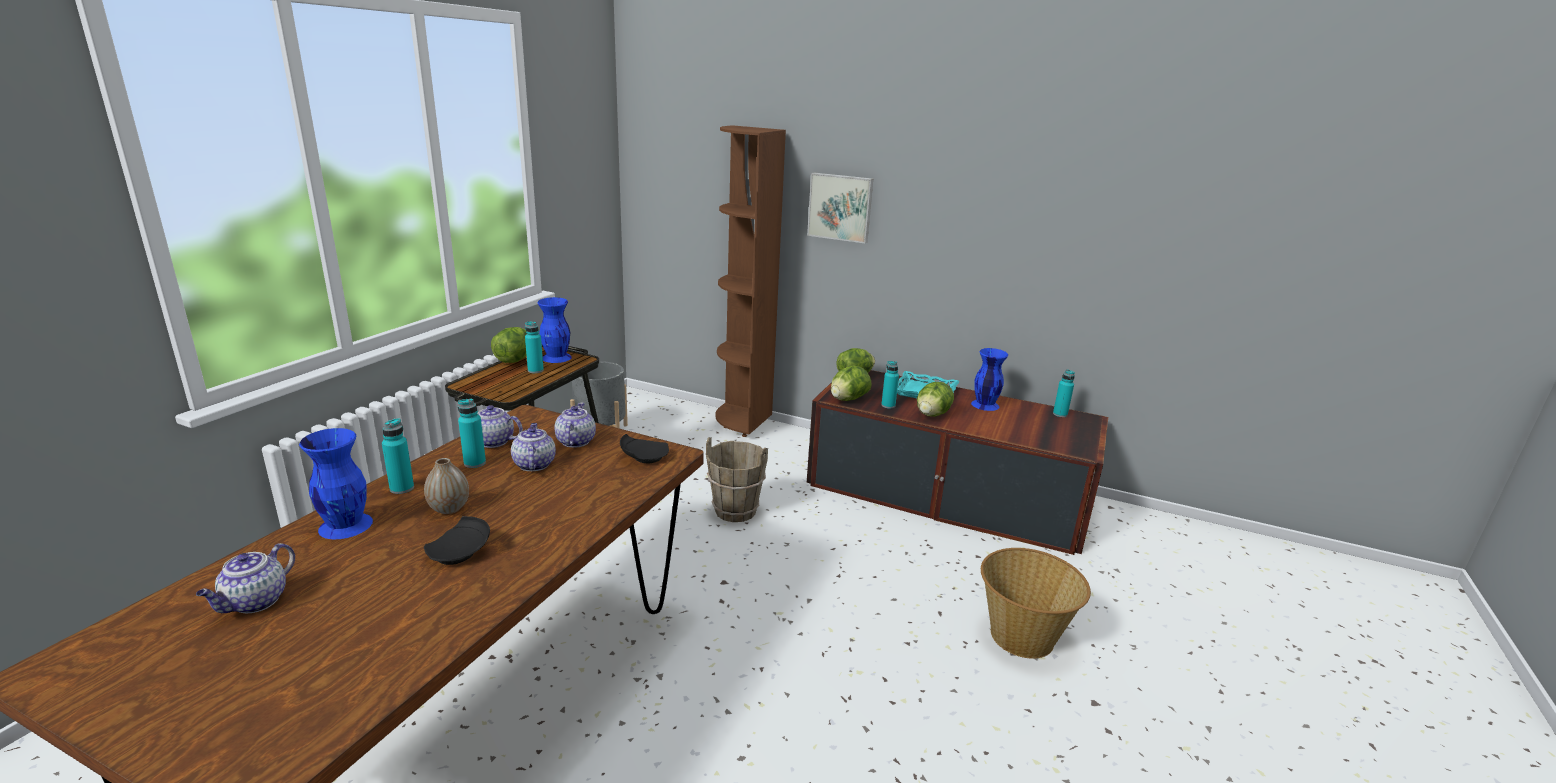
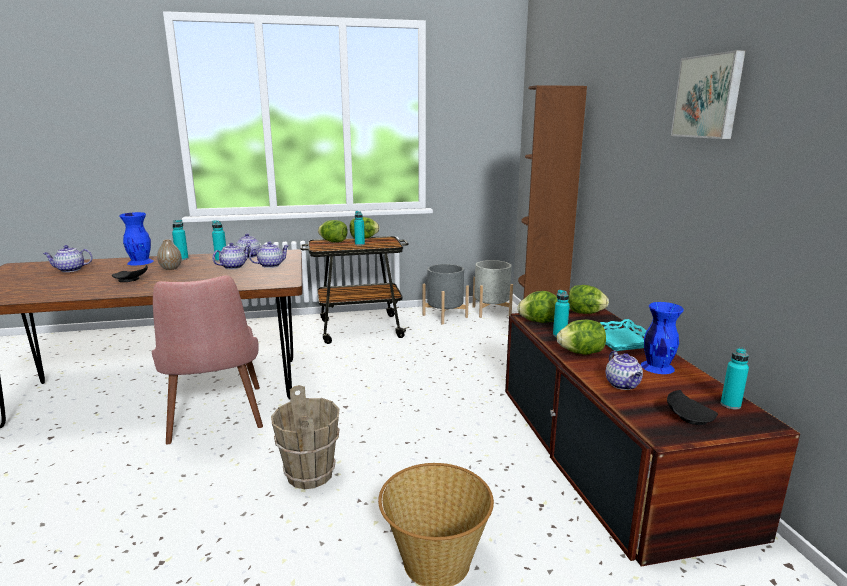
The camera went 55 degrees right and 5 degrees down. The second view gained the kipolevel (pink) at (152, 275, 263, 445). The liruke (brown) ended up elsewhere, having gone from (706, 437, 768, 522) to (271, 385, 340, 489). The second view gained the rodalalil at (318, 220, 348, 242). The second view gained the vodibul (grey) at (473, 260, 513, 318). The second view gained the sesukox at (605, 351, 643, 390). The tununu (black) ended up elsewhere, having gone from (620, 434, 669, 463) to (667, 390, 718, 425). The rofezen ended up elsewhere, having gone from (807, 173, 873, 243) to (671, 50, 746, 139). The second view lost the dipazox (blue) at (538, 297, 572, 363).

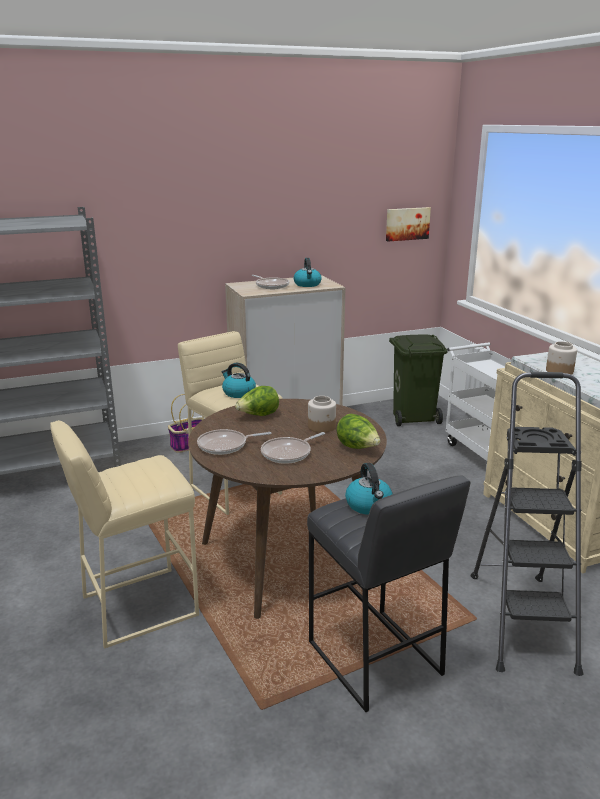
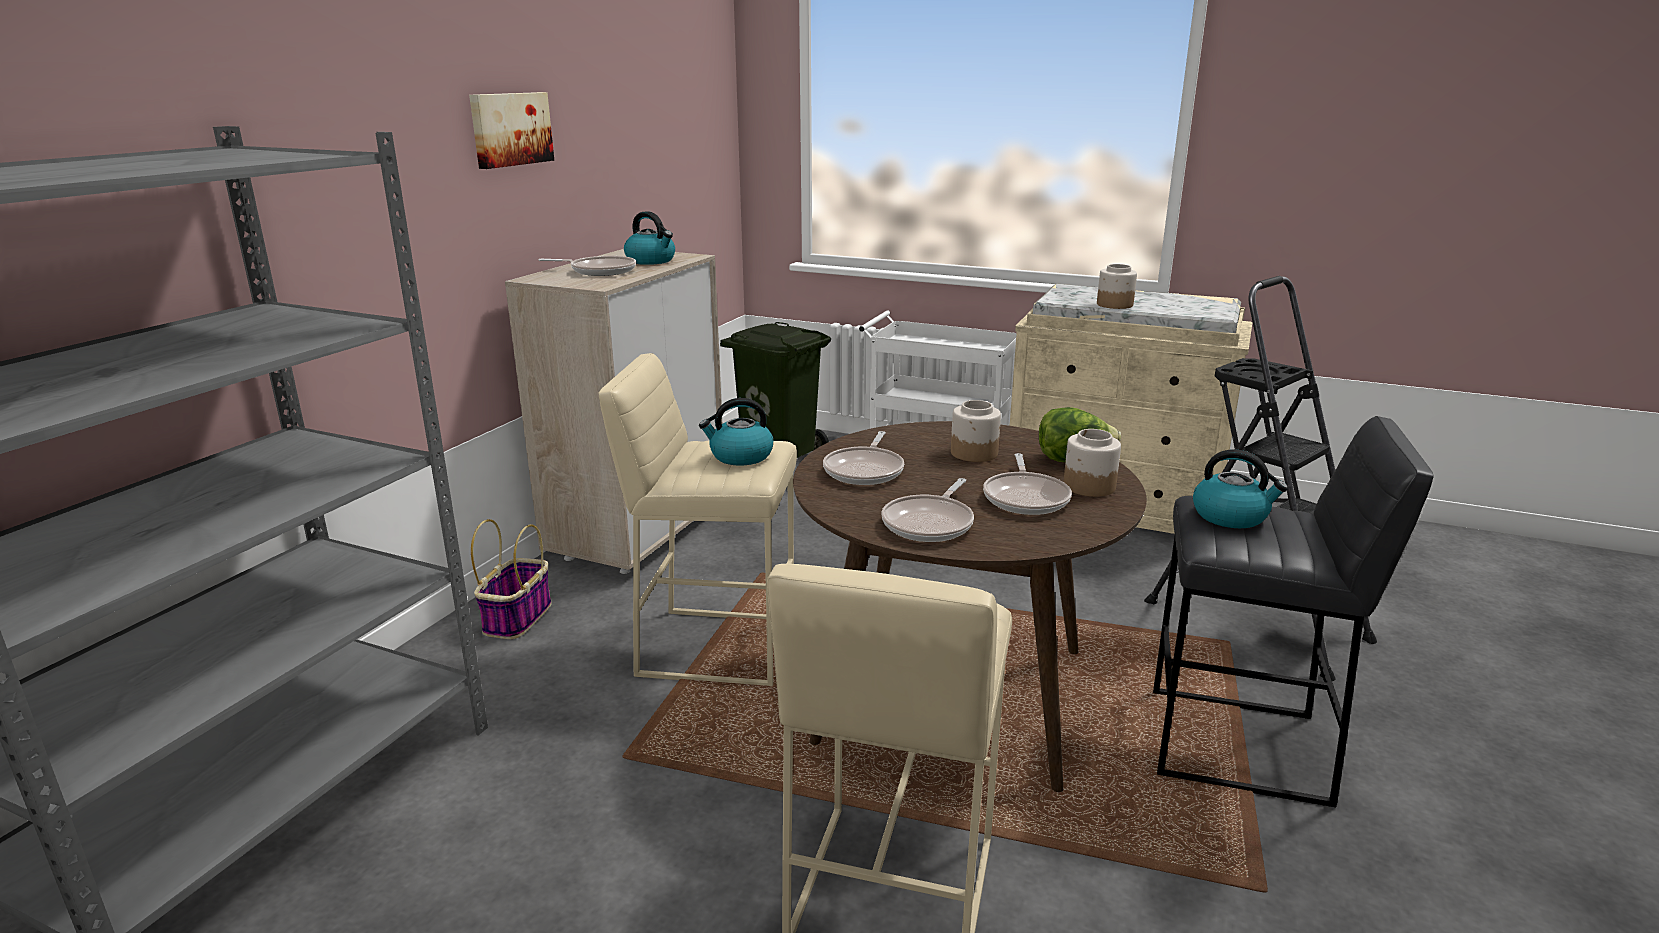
The camera went 45 degrees left and 0 degrees up. The rofezen ended up elsewhere, having gone from (386, 207, 431, 242) to (469, 92, 554, 169). Where the rodalalil stood at (235, 386, 279, 416), the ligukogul came to stand at (823, 431, 904, 485). The second view gained the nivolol at (1064, 429, 1121, 497).

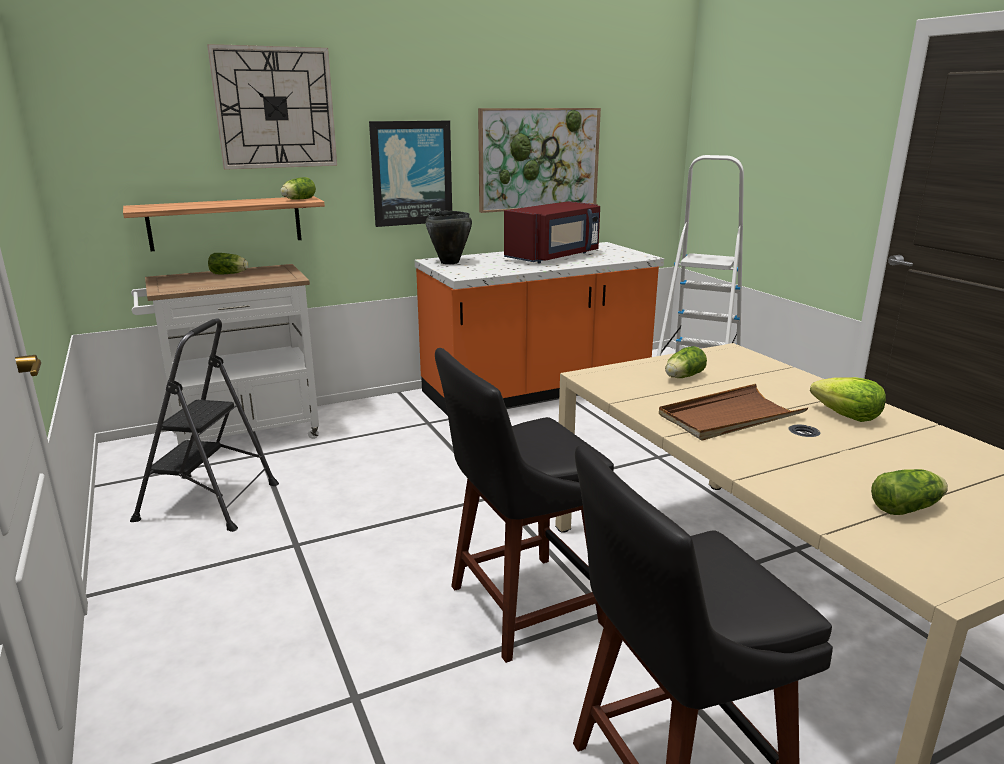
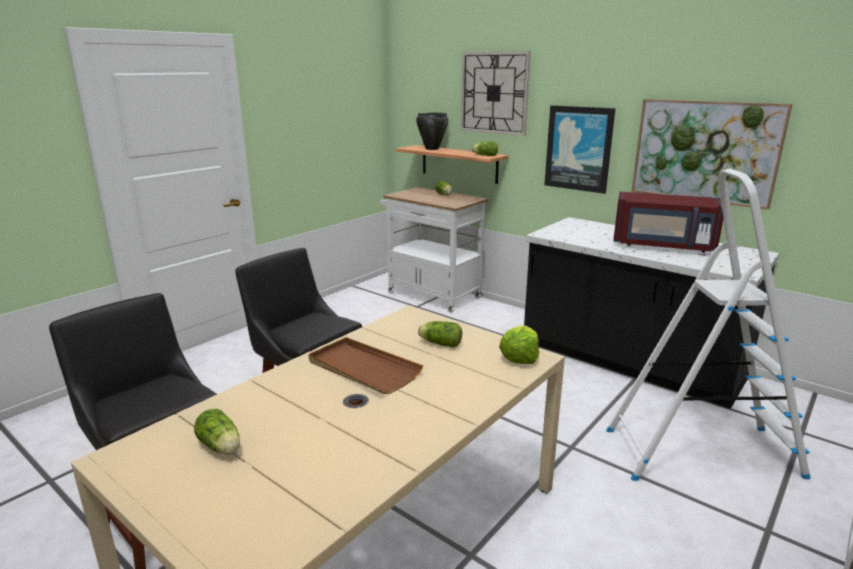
The camera went 65 degrees right and 0 degrees up. The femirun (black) ended up elsewhere, having gone from (426, 211, 472, 264) to (416, 112, 448, 150). The rodalalil ended up elsewhere, having gone from (810, 377, 886, 422) to (499, 325, 540, 364). What was the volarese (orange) at (415, 242, 664, 416) turned into the volarese (black) at (524, 217, 780, 409). The second view lost the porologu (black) at (130, 318, 279, 532).

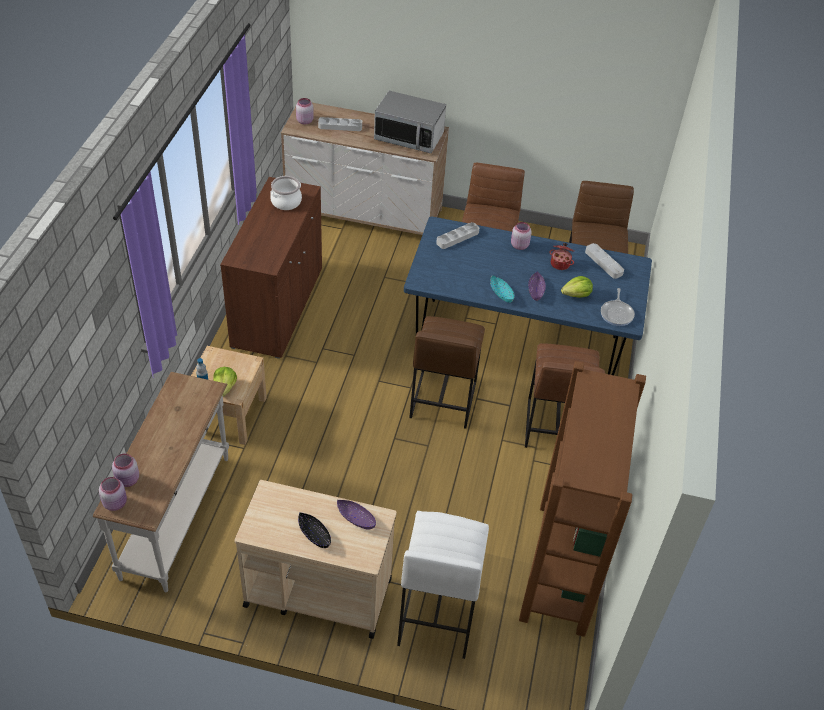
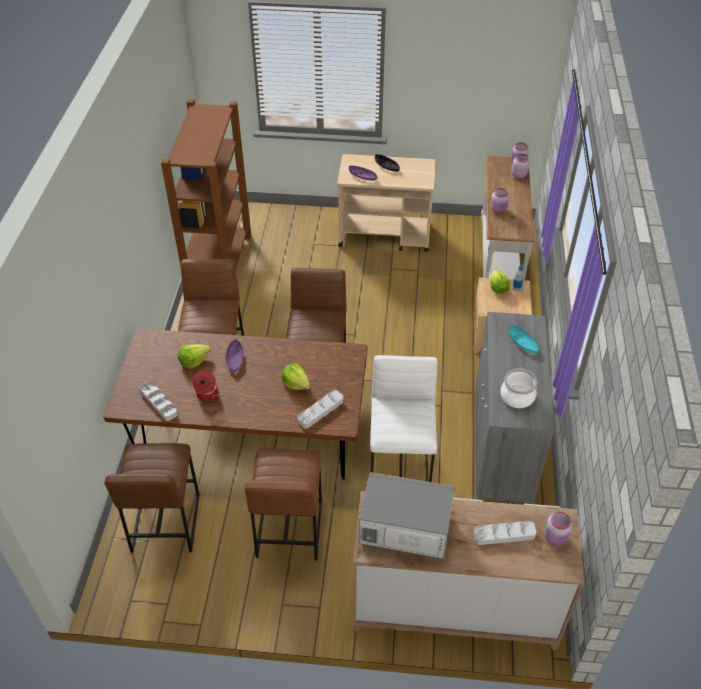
The camera went 175 degrees right and 0 degrees up. What was the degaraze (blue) at (404, 216, 652, 375) turned into the degaraze (brown) at (103, 328, 367, 480). The second view gained the rodalalil at (281, 364, 310, 390). The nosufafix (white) ended up elsewhere, having gone from (397, 511, 489, 659) to (370, 355, 438, 482). What was the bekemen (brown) at (220, 177, 322, 359) turned into the bekemen (grey) at (475, 312, 554, 504). The nivolol (pink) ended up elsewhere, having gone from (511, 222, 531, 250) to (490, 188, 509, 213). The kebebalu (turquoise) ended up elsewhere, having gone from (490, 275, 515, 303) to (509, 325, 539, 353). The second view lost the ligukogul at (601, 288, 635, 326).

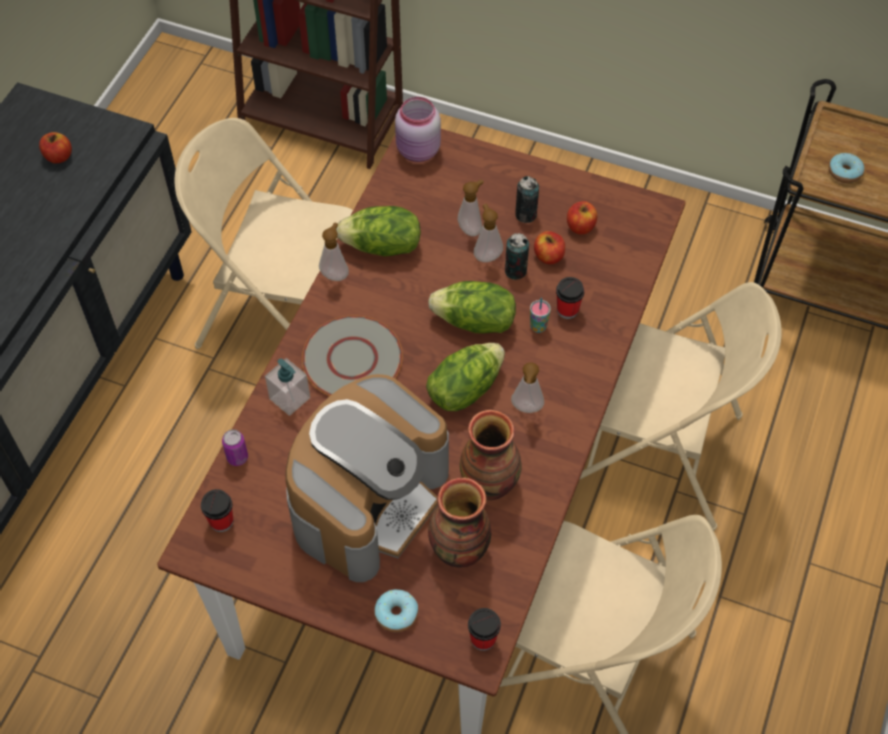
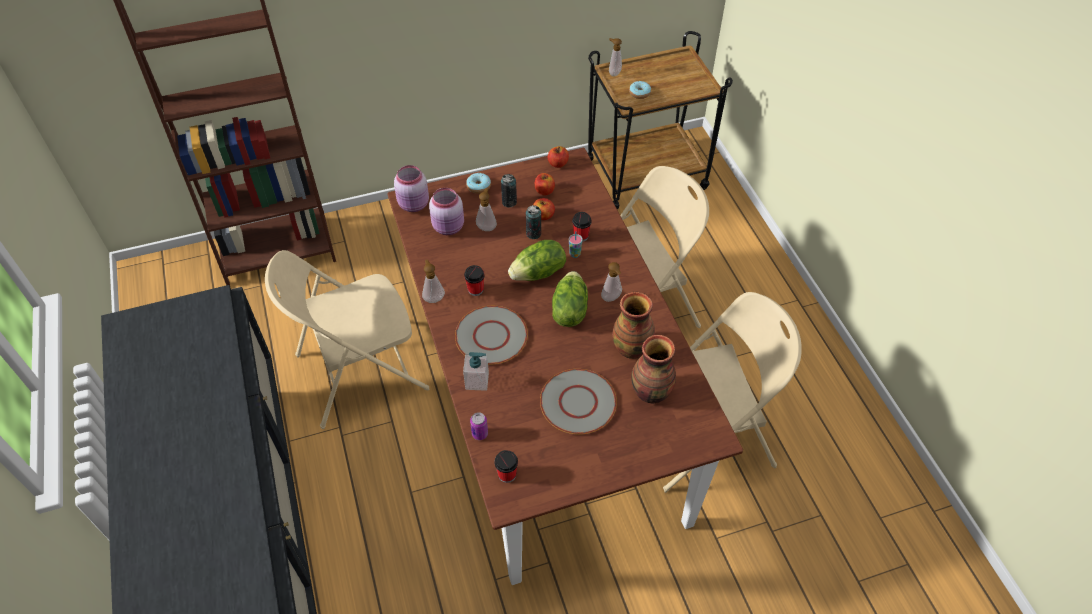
The camera went 40 degrees left and 5 degrees down. The second view gained the nivolol (pink) at (429, 188, 464, 235). The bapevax ended up elsewhere, having gone from (468, 608, 501, 651) to (464, 265, 485, 296). The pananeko ended up elsewhere, having gone from (374, 589, 418, 632) to (466, 173, 491, 194). Where the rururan stood at (285, 374, 449, 582), the tununu (grey) came to stand at (540, 369, 617, 434). The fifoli ended up elsewhere, having gone from (39, 132, 72, 163) to (548, 146, 569, 168). The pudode ended up elsewhere, having gone from (474, 204, 503, 262) to (609, 38, 622, 76). The second view lost the rodalalil at (336, 206, 421, 257).

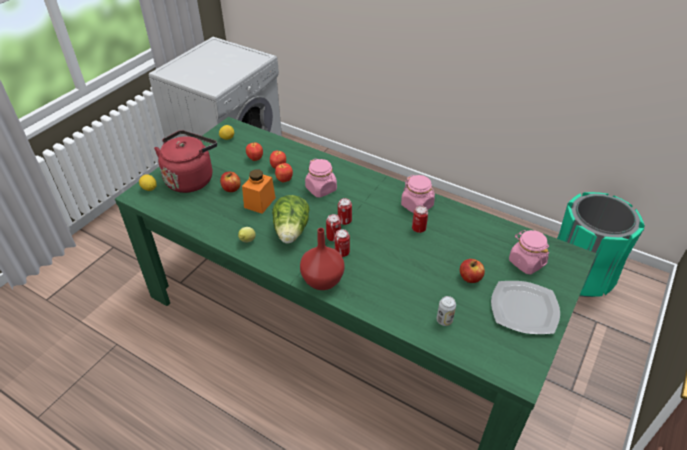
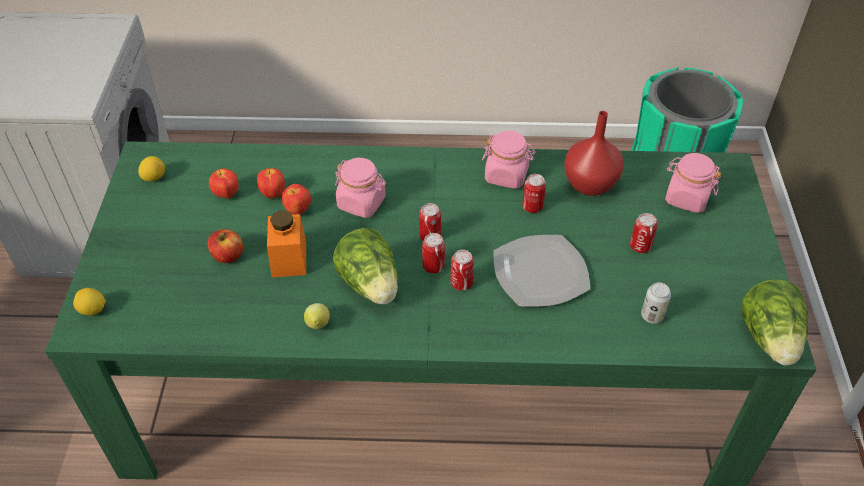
The camera went 30 degrees left and 5 degrees up. The tununu ended up elsewhere, having gone from (491, 281, 560, 334) to (493, 235, 590, 307). The dipazox (red) ended up elsewhere, having gone from (300, 228, 344, 290) to (564, 111, 624, 196). Where the fifoli stood at (460, 259, 485, 283), the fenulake came to stand at (630, 213, 658, 253). The second view gained the rodalalil at (741, 279, 808, 366). The second view lost the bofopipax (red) at (154, 130, 217, 193).

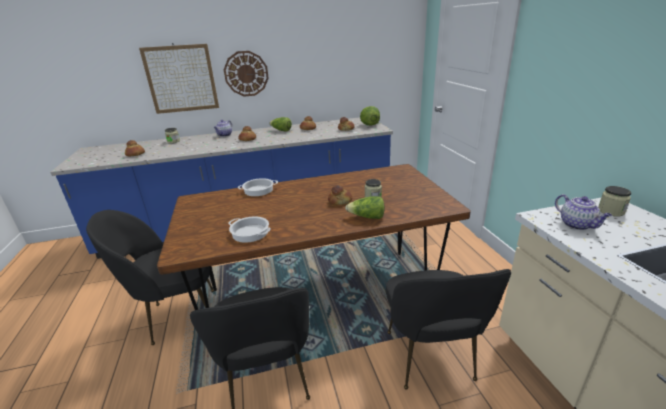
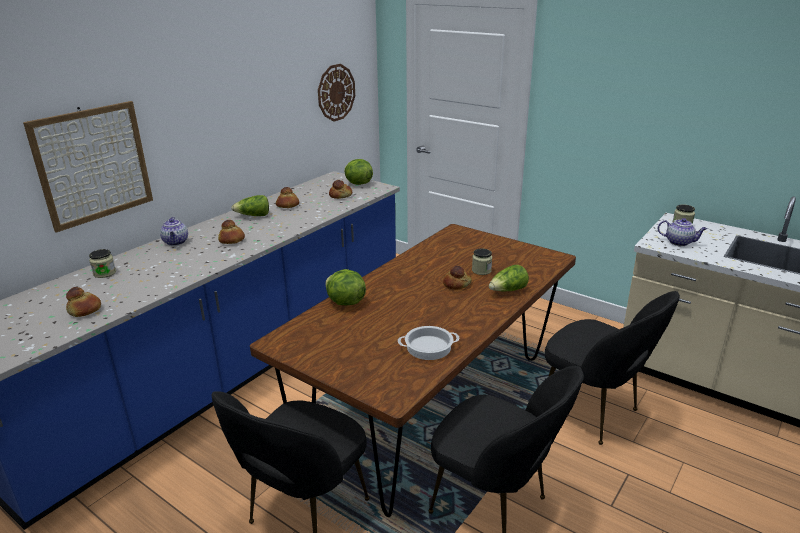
The camera went 40 degrees left and 0 degrees up. The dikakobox ended up elsewhere, having gone from (224, 51, 269, 97) to (318, 64, 355, 121). Where the femirun stood at (238, 178, 278, 196), the rodalalil came to stand at (325, 269, 366, 305).

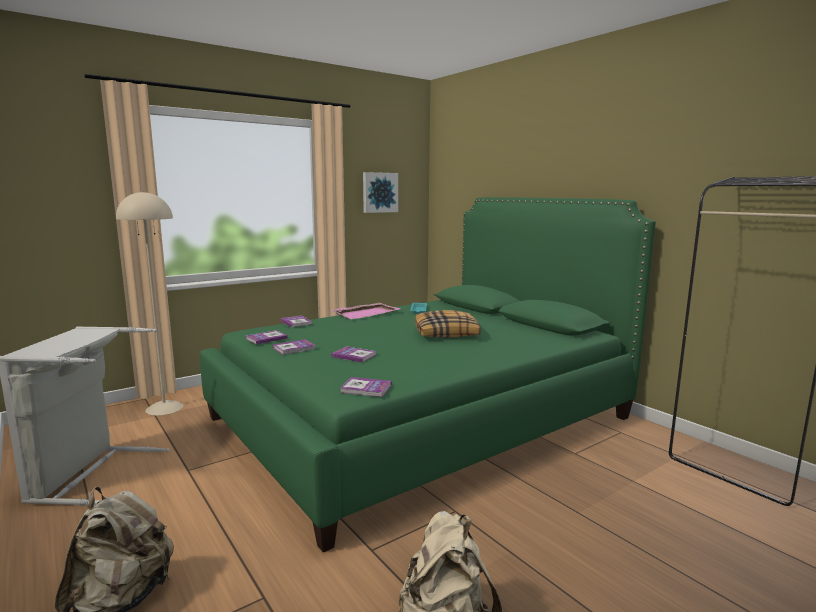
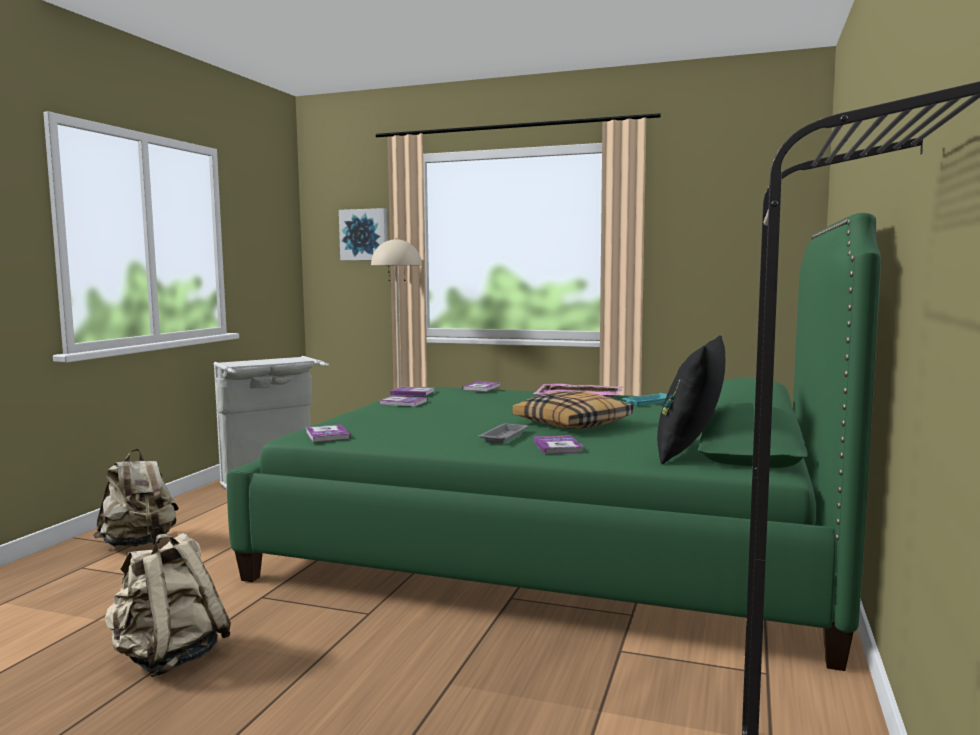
The camera went 55 degrees right and 5 degrees down. The rofezen ended up elsewhere, having gone from (363, 172, 398, 213) to (339, 208, 387, 260). The second view gained the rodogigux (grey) at (478, 424, 529, 443). The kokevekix ended up elsewhere, having gone from (331, 346, 376, 363) to (533, 435, 584, 454). The second view gained the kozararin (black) at (657, 335, 725, 464).

